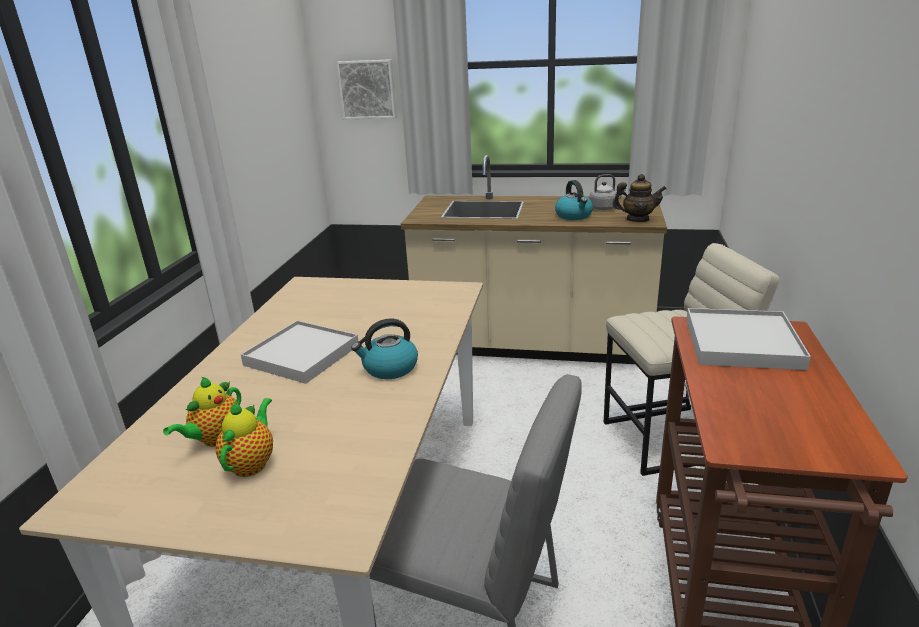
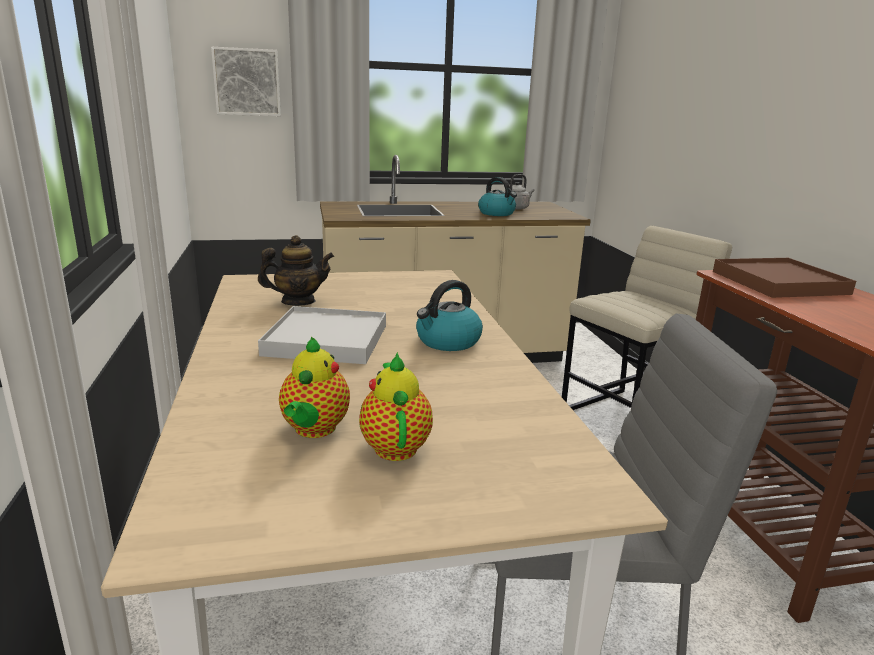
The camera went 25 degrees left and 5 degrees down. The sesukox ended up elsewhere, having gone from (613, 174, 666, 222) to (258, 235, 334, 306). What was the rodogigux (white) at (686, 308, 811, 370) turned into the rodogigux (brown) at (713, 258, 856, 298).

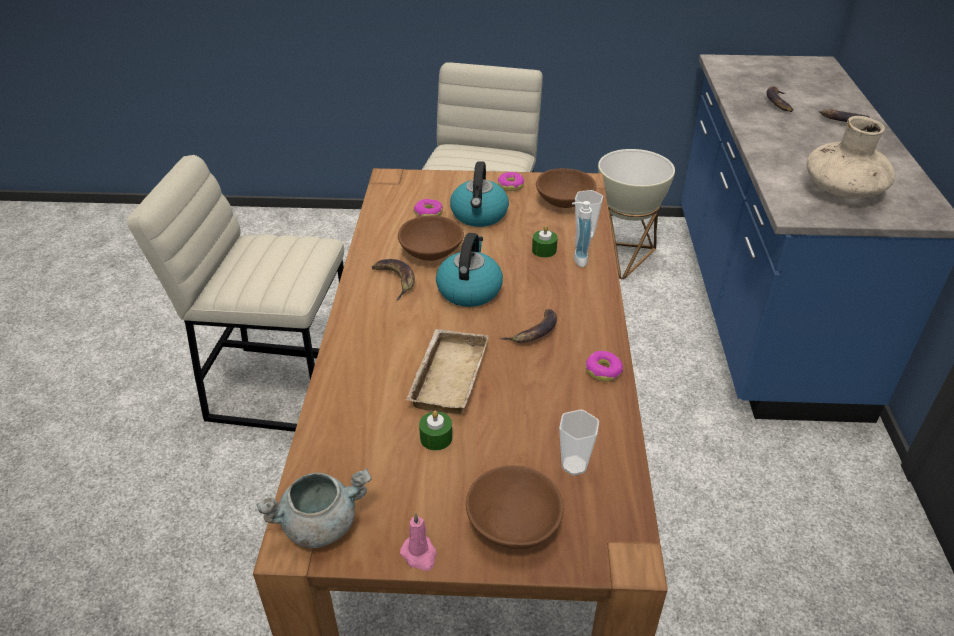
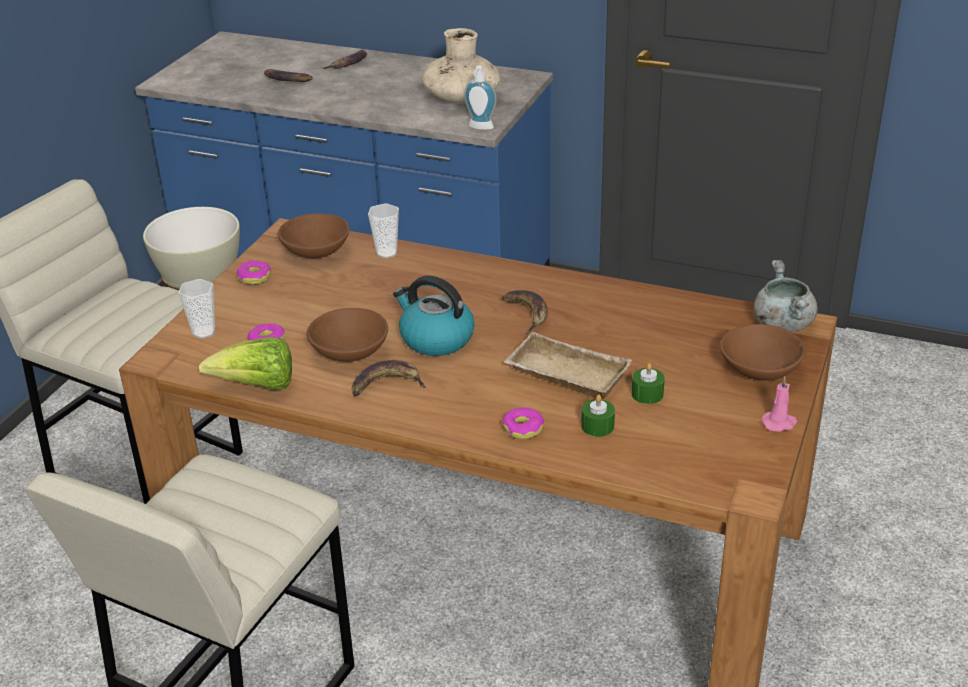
The camera went 70 degrees left and 5 degrees down. The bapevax ended up elsewhere, having gone from (559, 409, 599, 476) to (178, 279, 215, 339). The second view gained the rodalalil at (198, 337, 292, 390). The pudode ended up elsewhere, having gone from (572, 201, 592, 267) to (464, 66, 497, 130). The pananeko ended up elsewhere, having gone from (586, 351, 623, 382) to (502, 408, 544, 439). The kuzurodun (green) ended up elsewhere, having gone from (532, 225, 558, 258) to (581, 395, 615, 437). The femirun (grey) ended up elsewhere, having gone from (256, 468, 372, 548) to (754, 260, 818, 332). The second view lost the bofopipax at (450, 161, 509, 227).

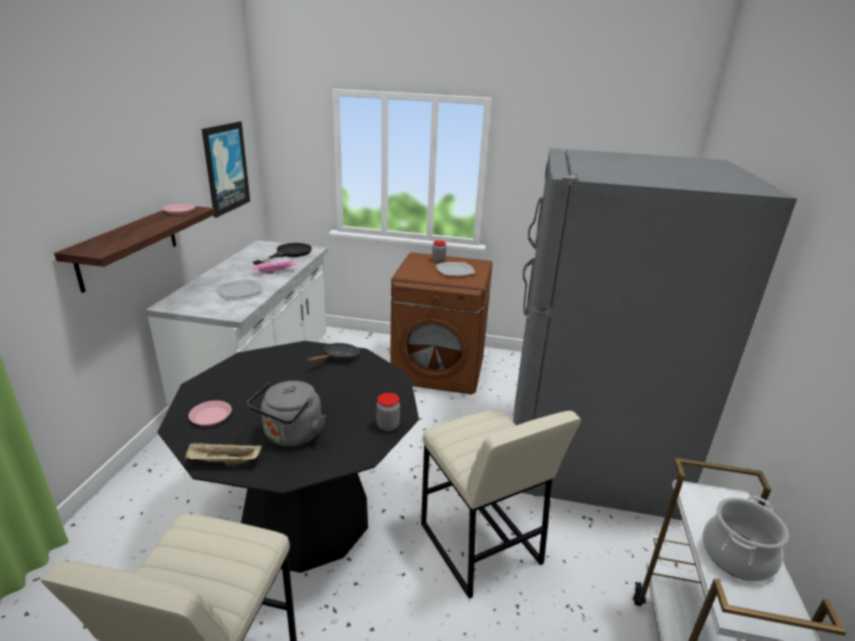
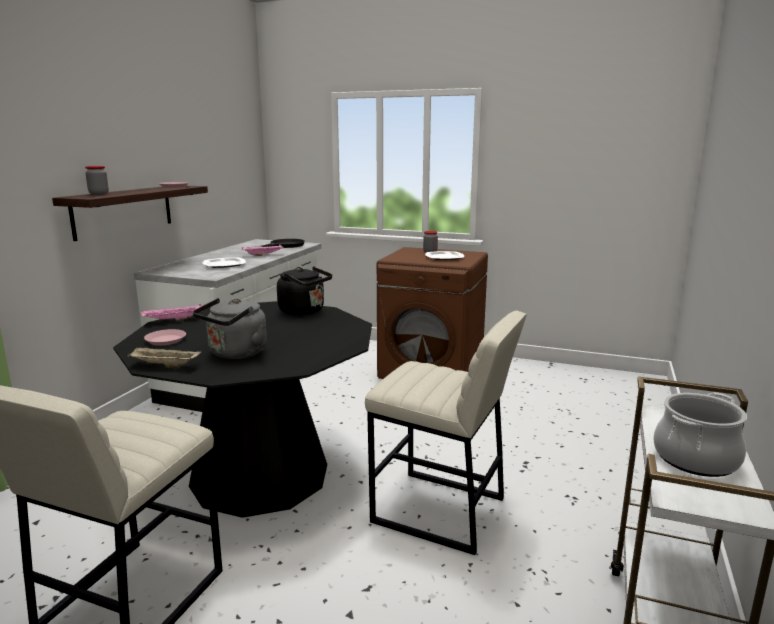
The camera went 10 degrees right and 10 degrees down. The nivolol ended up elsewhere, having gone from (377, 393, 400, 431) to (85, 166, 109, 195). The second view gained the rodogigux (pink) at (141, 304, 201, 321). Where the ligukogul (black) stood at (307, 343, 360, 362), the bofopipax (black) came to stand at (277, 266, 332, 315). The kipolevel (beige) at (421, 409, 581, 599) ended up facing another way, 45 degrees counterclockwise from before. The second view lost the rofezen at (202, 121, 250, 218). The second view lost the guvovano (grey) at (513, 148, 797, 520).

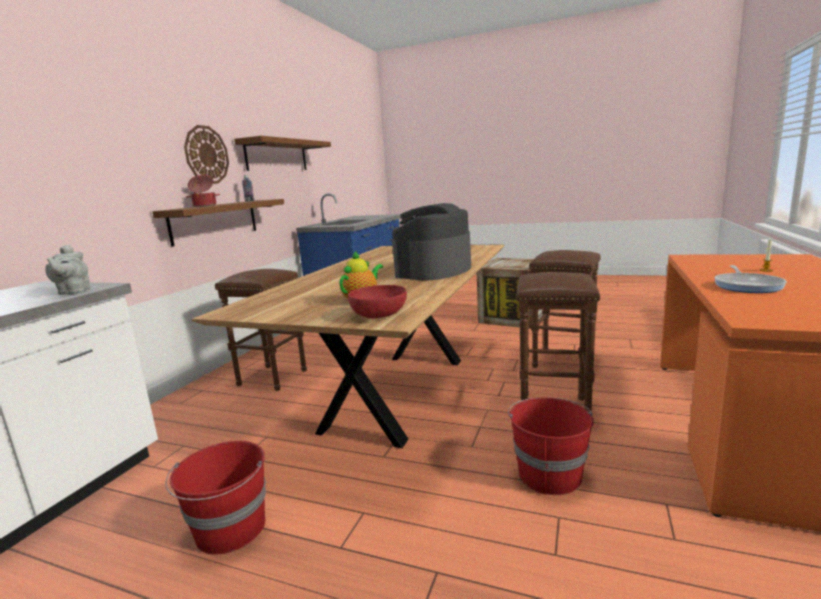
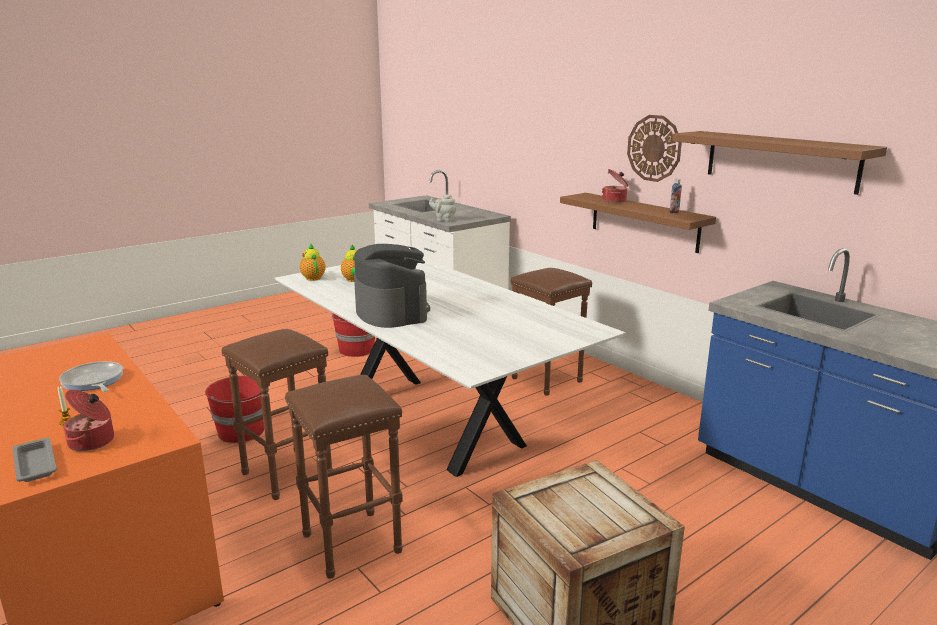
The camera went 120 degrees right and 5 degrees up. The second view gained the rodogigux (grey) at (12, 438, 57, 482). The second view gained the femirun at (63, 390, 114, 451). What was the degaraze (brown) at (192, 244, 505, 448) turned into the degaraze (white) at (275, 259, 626, 477). Where the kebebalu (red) stood at (348, 285, 407, 319), the sesukox came to stand at (300, 243, 326, 281).

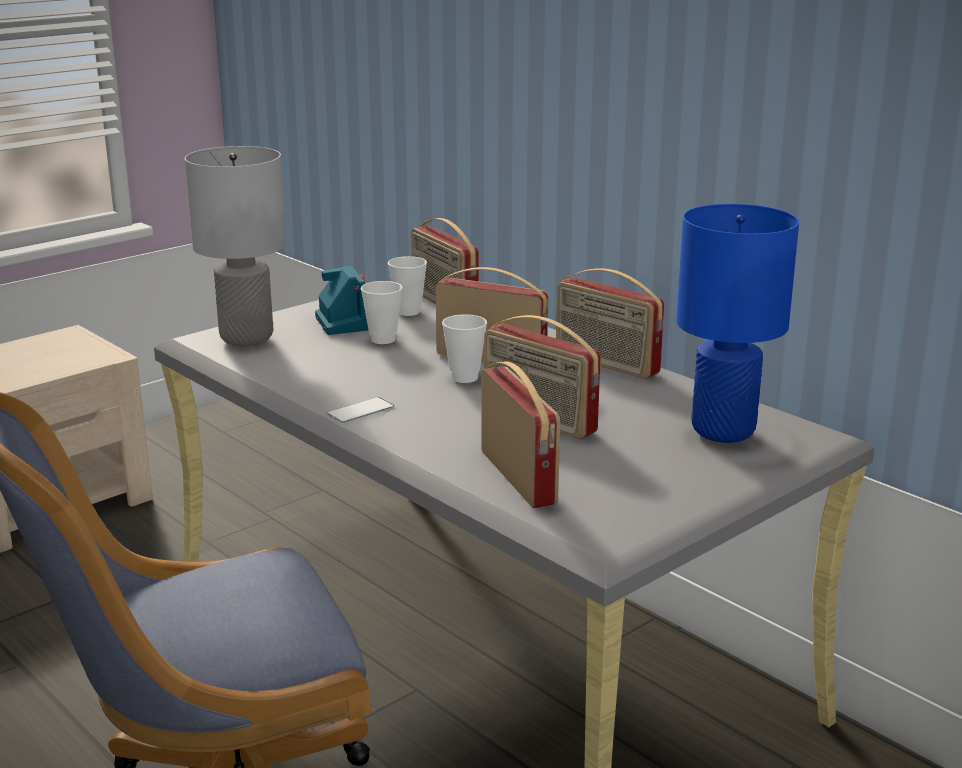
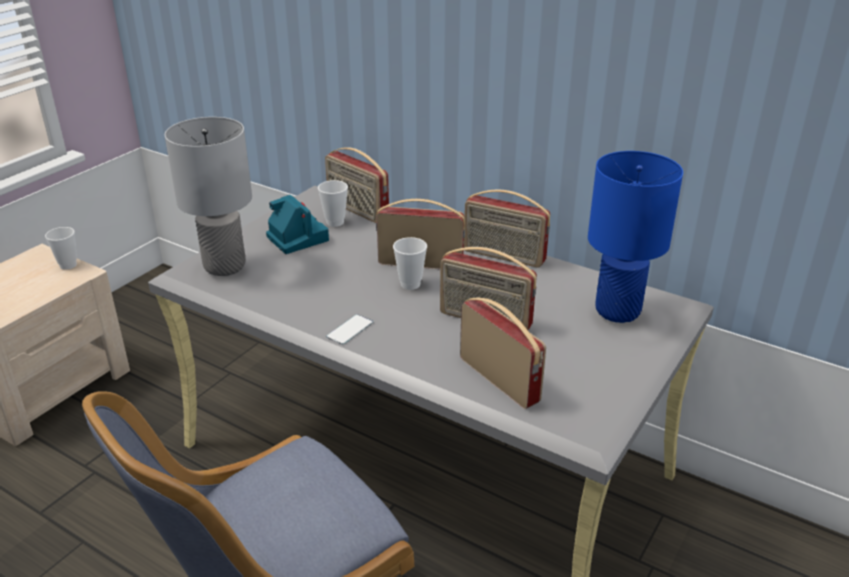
The camera went 15 degrees left and 10 degrees up. The bapevax ended up elsewhere, having gone from (361, 281, 403, 344) to (45, 227, 77, 270).

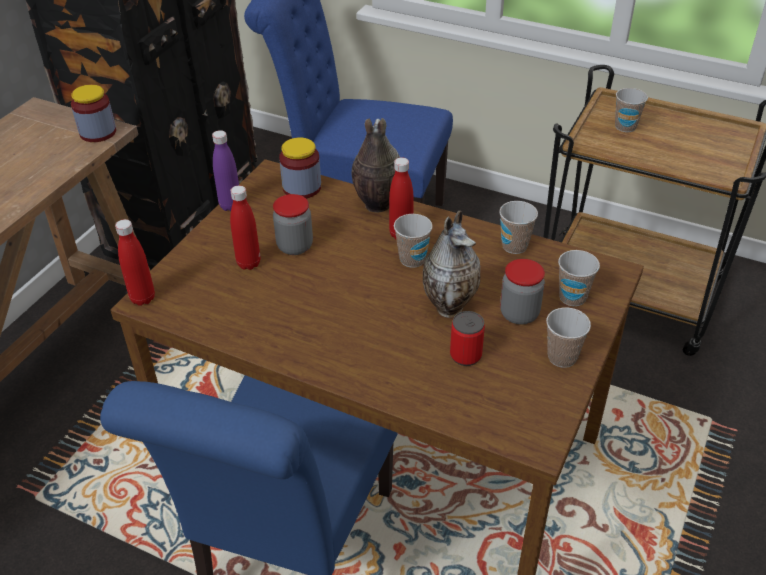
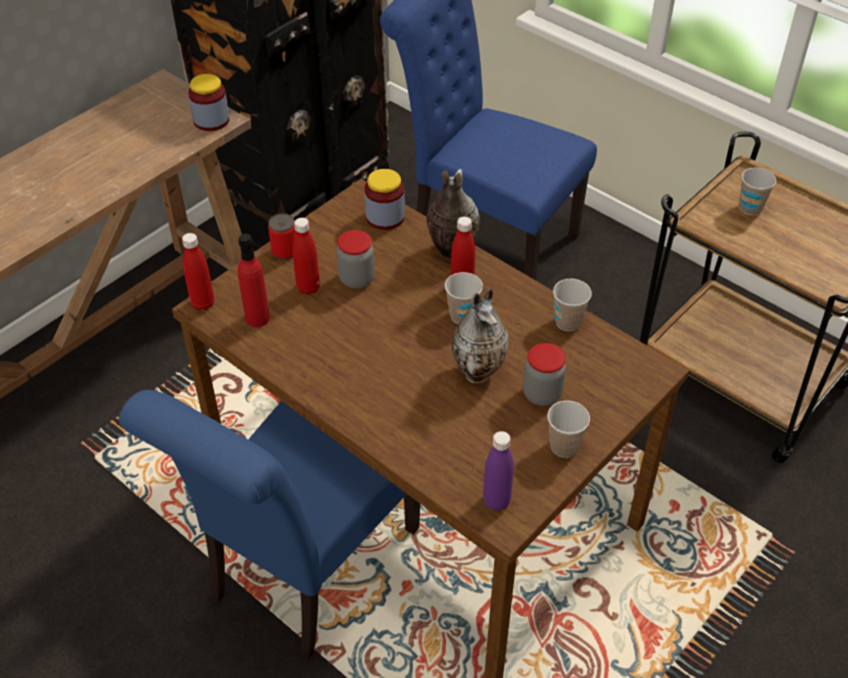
The camera went 15 degrees right and 5 degrees up. The second view gained the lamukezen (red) at (238, 234, 270, 327). The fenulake ended up elsewhere, having gone from (450, 311, 485, 366) to (268, 213, 296, 260). The lamukezen (purple) ended up elsewhere, having gone from (212, 130, 239, 211) to (483, 431, 514, 511). The second view lost the bapevax at (558, 250, 600, 306).

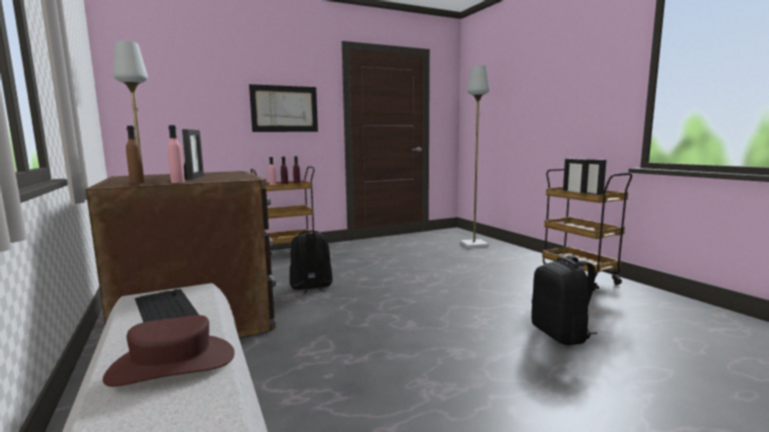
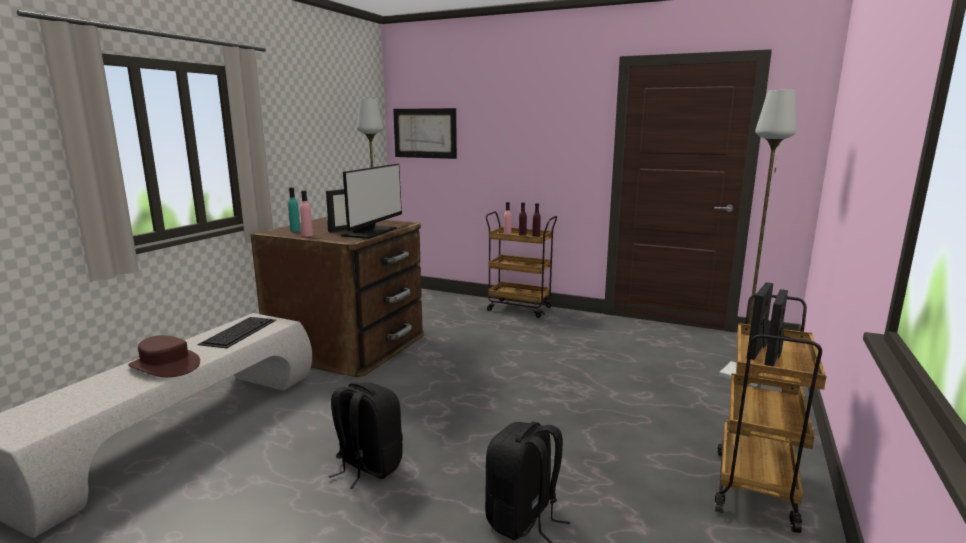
The camera went 50 degrees right and 5 degrees up. What was the lamukezen (brown) at (126, 126, 144, 183) turned into the lamukezen (turquoise) at (288, 187, 300, 232). The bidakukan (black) ended up elsewhere, having gone from (289, 230, 333, 294) to (328, 382, 403, 489). The second view gained the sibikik at (341, 164, 402, 239). The rofezen ended up elsewhere, having gone from (249, 84, 318, 132) to (393, 108, 457, 159).

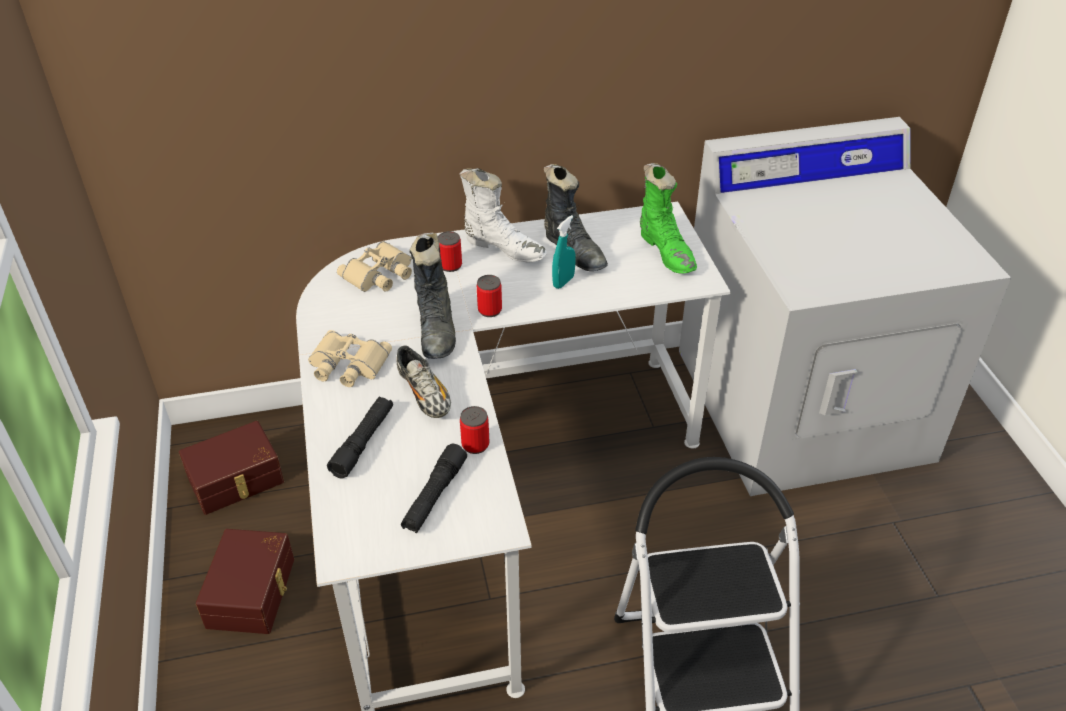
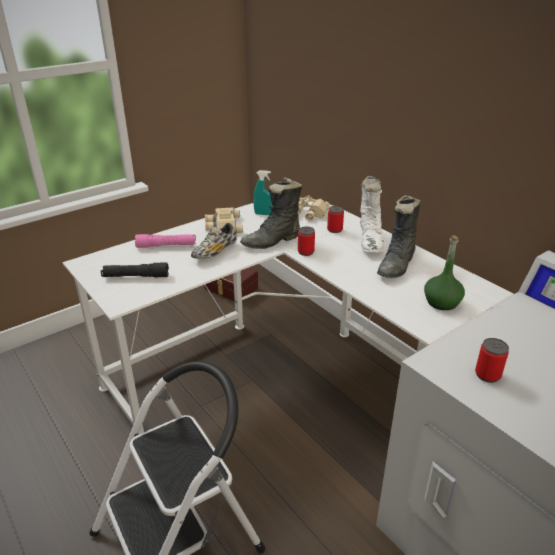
The camera went 65 degrees right and 10 degrees down. What was the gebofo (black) at (327, 396, 393, 479) turned into the gebofo (pink) at (135, 234, 196, 248). The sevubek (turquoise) ended up elsewhere, having gone from (552, 215, 576, 289) to (253, 170, 273, 215). Where the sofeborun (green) stood at (640, 163, 697, 274), the lamukezen (green) came to stand at (424, 235, 465, 310). The fenulake ended up elsewhere, having gone from (460, 406, 490, 454) to (475, 338, 509, 383). The second view lost the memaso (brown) at (196, 529, 294, 634).

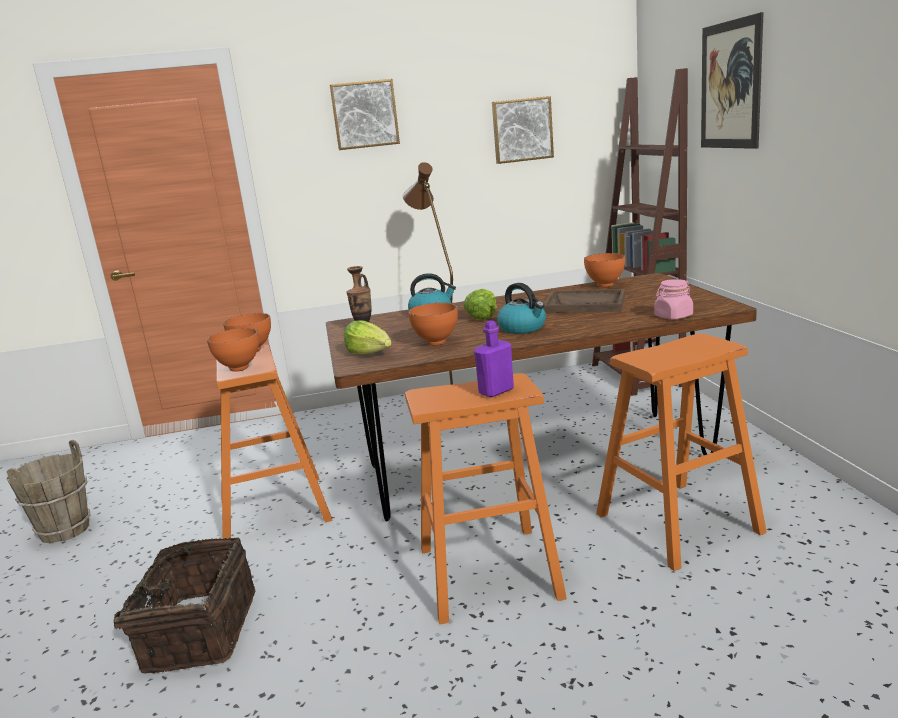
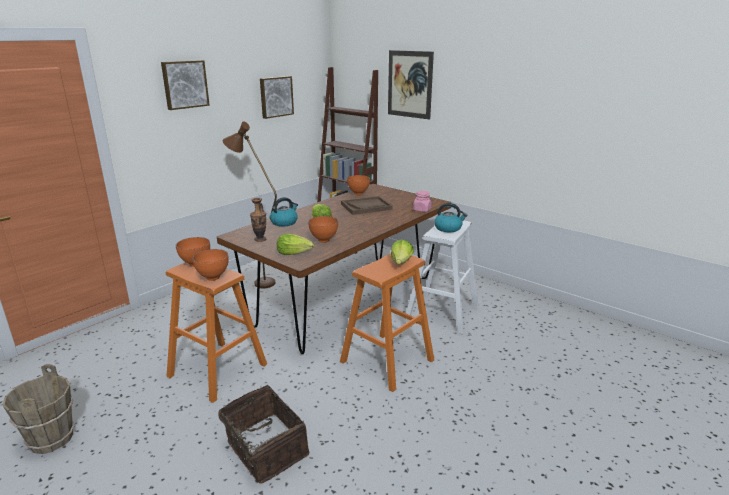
The camera went 40 degrees left and 5 degrees up. Where the lamukezen (purple) stood at (474, 320, 514, 397), the rodalalil came to stand at (391, 239, 414, 264). What was the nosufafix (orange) at (596, 334, 767, 571) turned into the nosufafix (white) at (405, 220, 479, 334). The bofopipax ended up elsewhere, having gone from (497, 283, 546, 334) to (434, 203, 467, 232).

